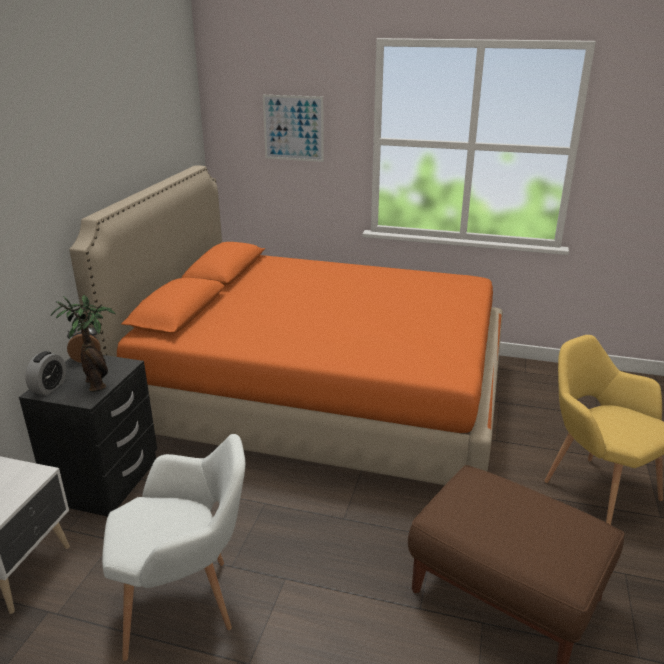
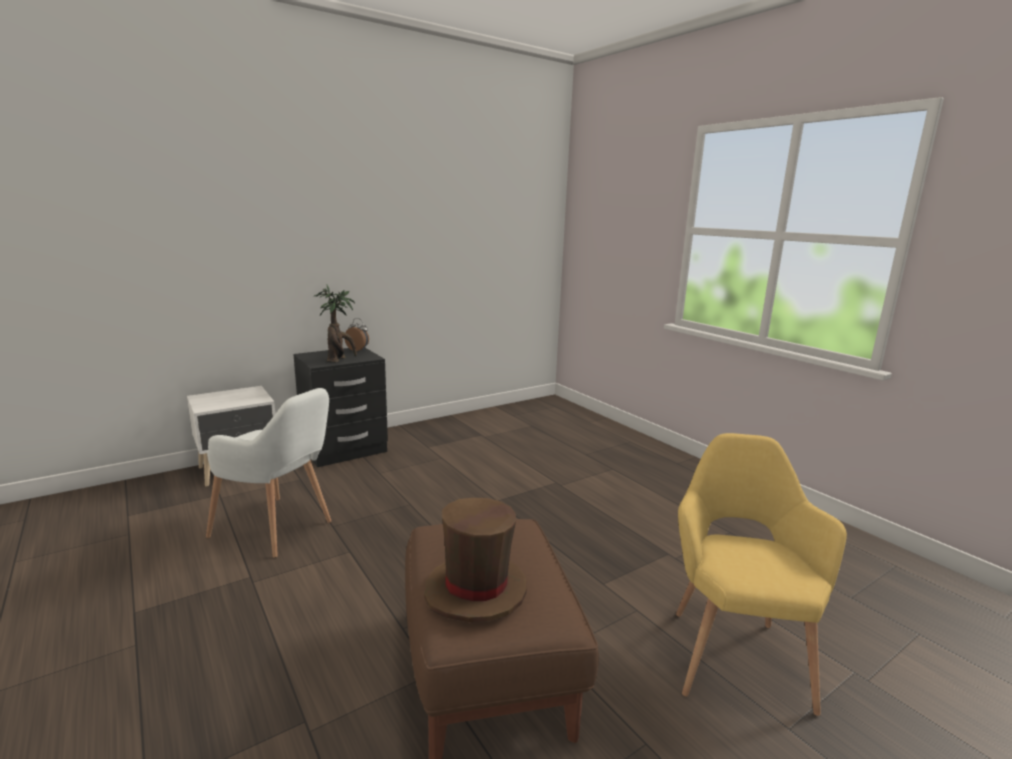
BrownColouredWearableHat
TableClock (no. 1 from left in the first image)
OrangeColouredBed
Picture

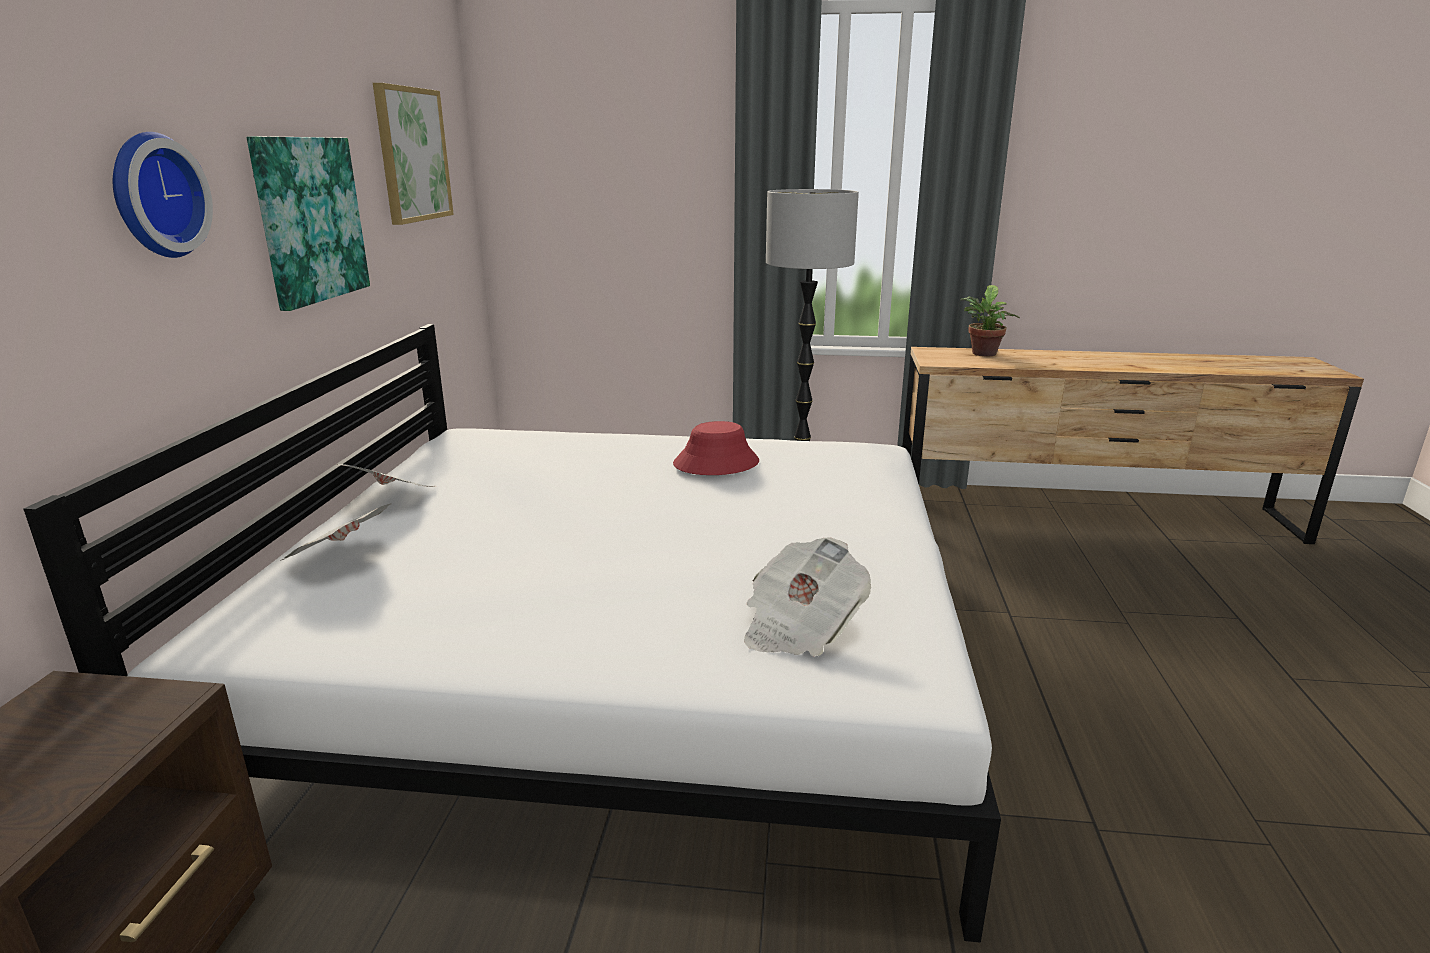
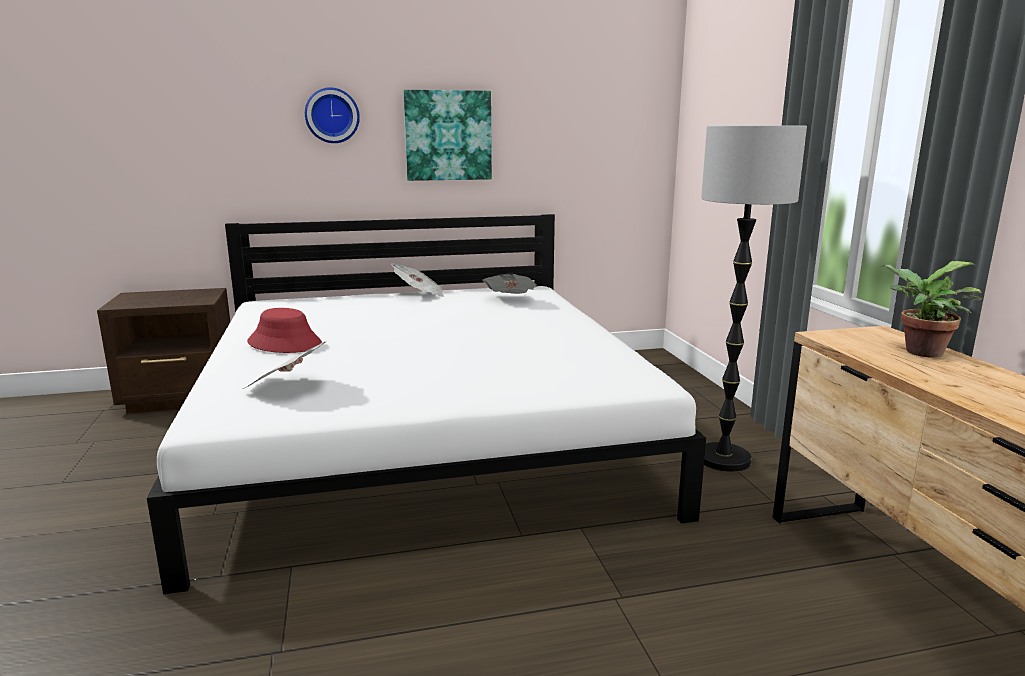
RedColouredWearableHat
Newspaper (no. 3 from left)
Picture (no. 2 from left in the first image)

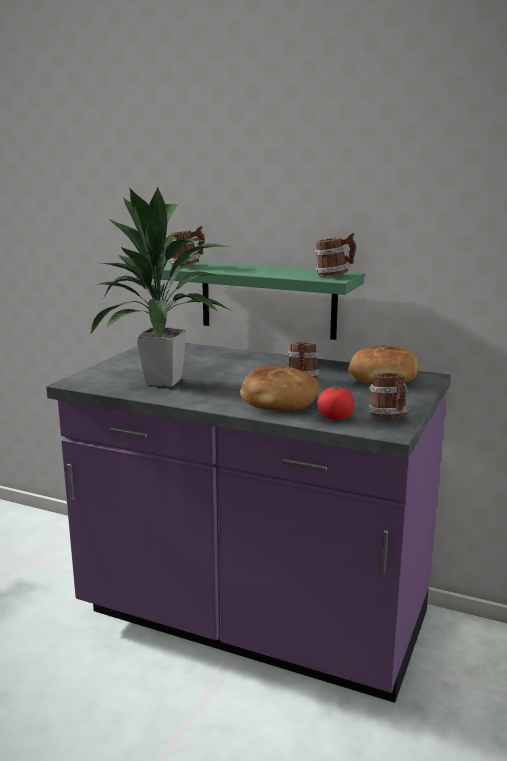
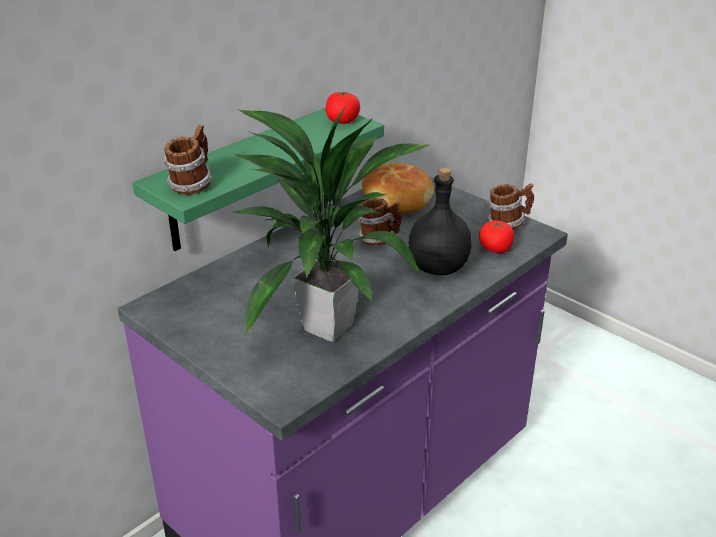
Tomato (no. 1 from left)
BlackBottle

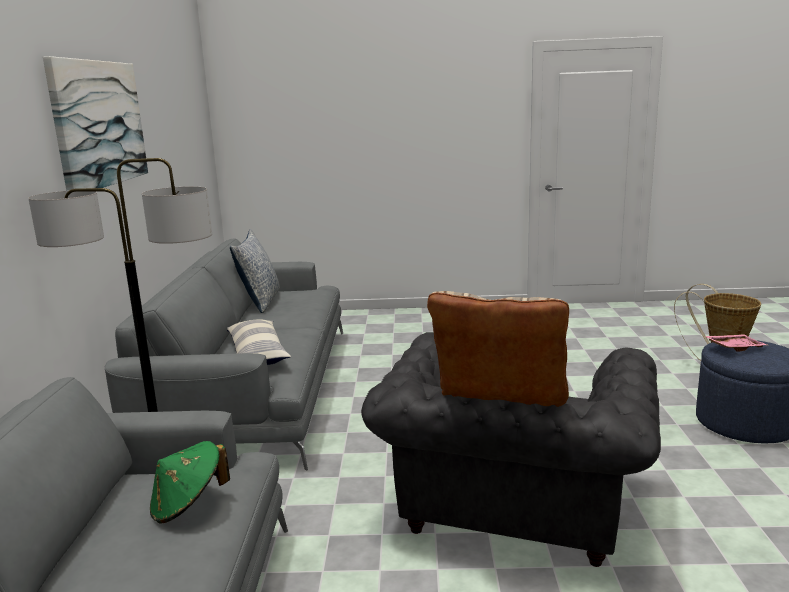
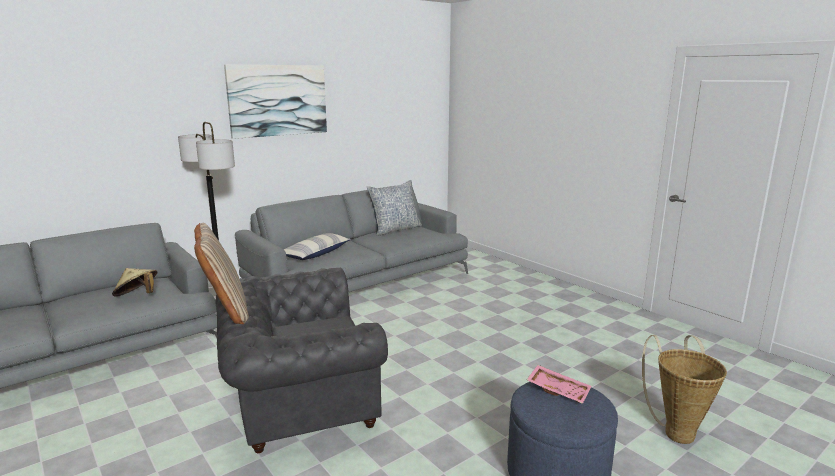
SandColouredWearableHat

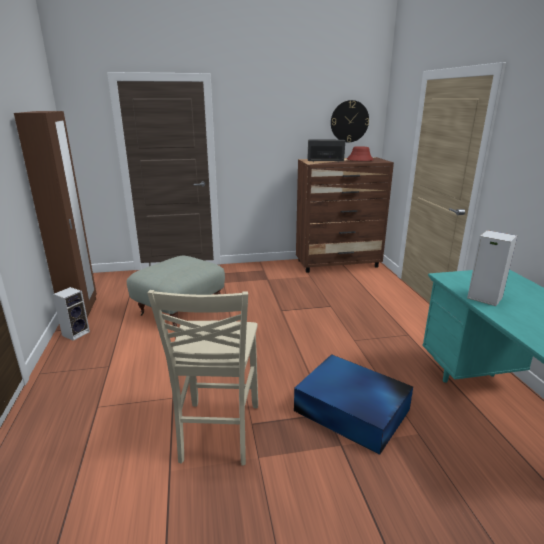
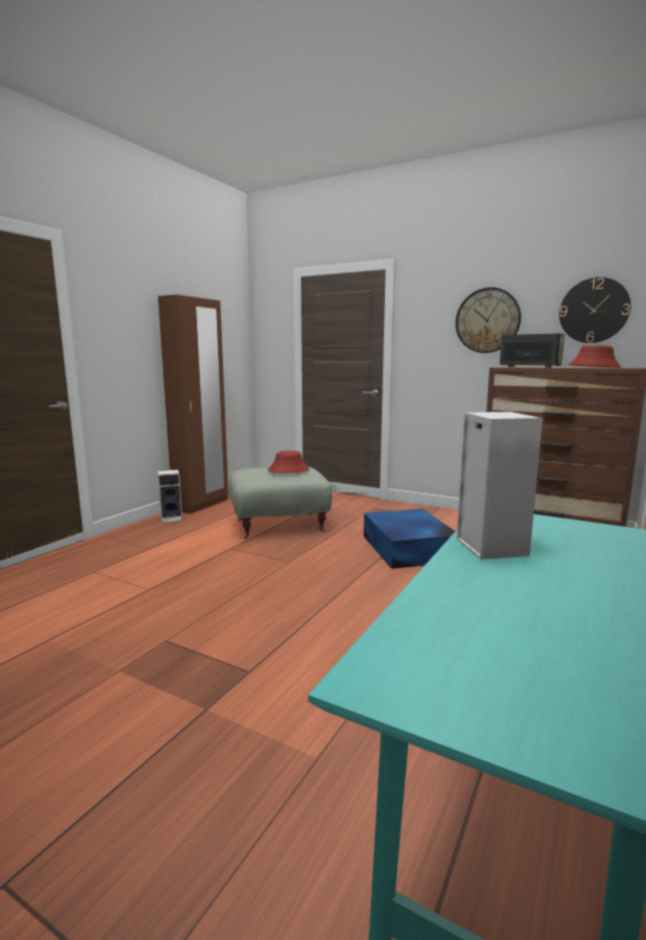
RedColouredWearableHat (no. 1 from left)
BlueColouredStorageBin
WallClock (no. 1 from left)
SandColouredChair

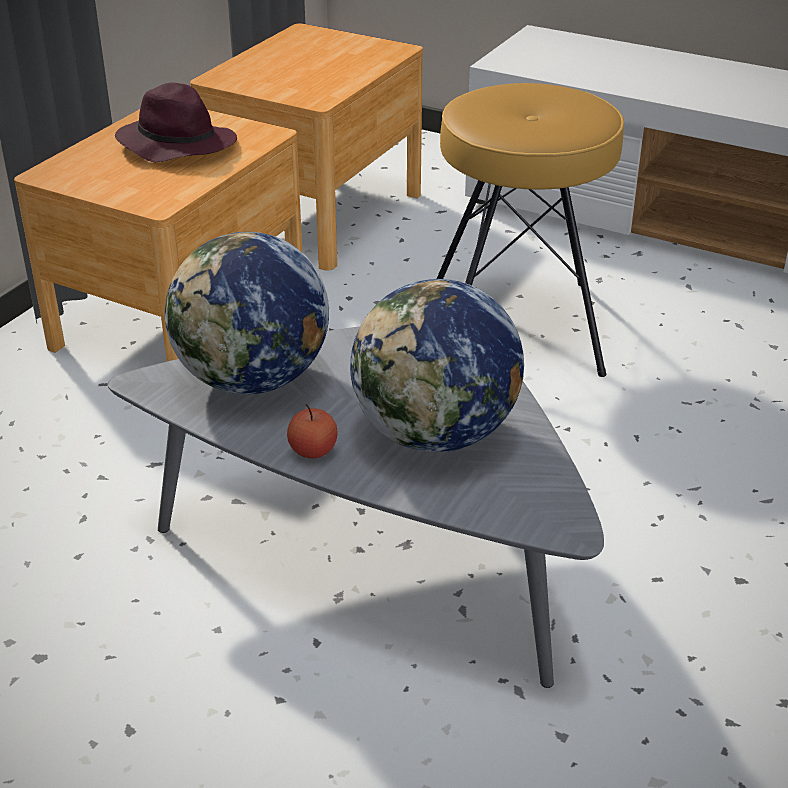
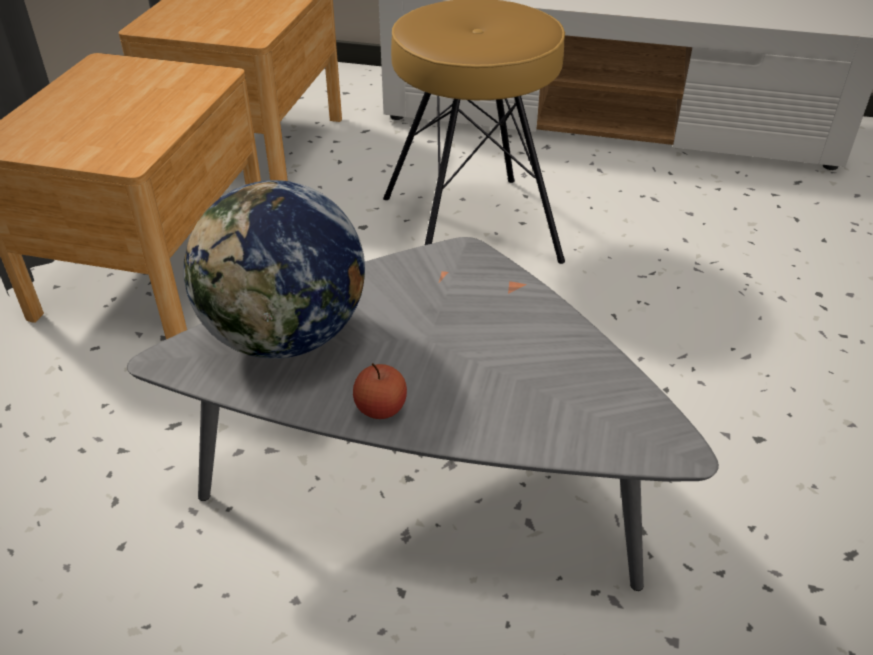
PurpleWearableHat
Globe (no. 2 from left in the first image)

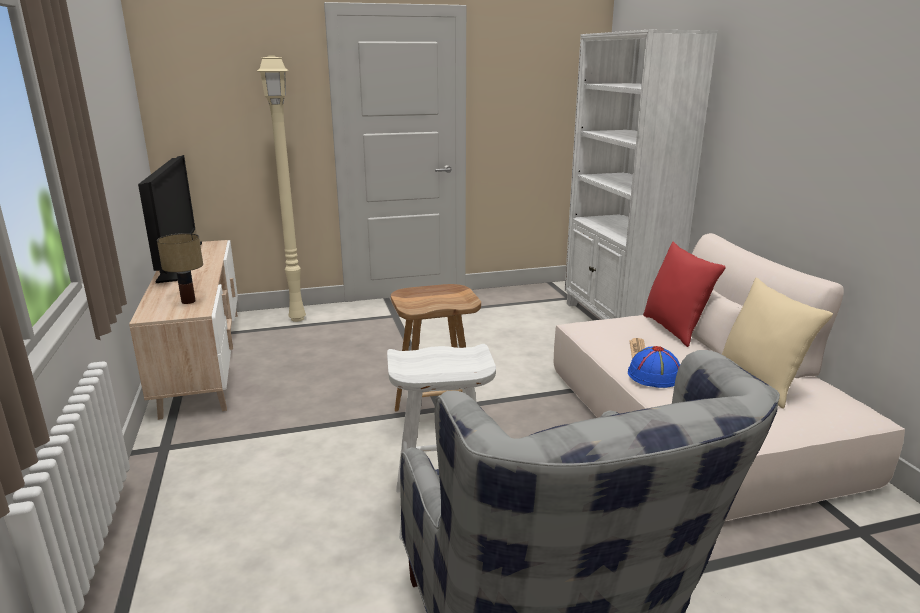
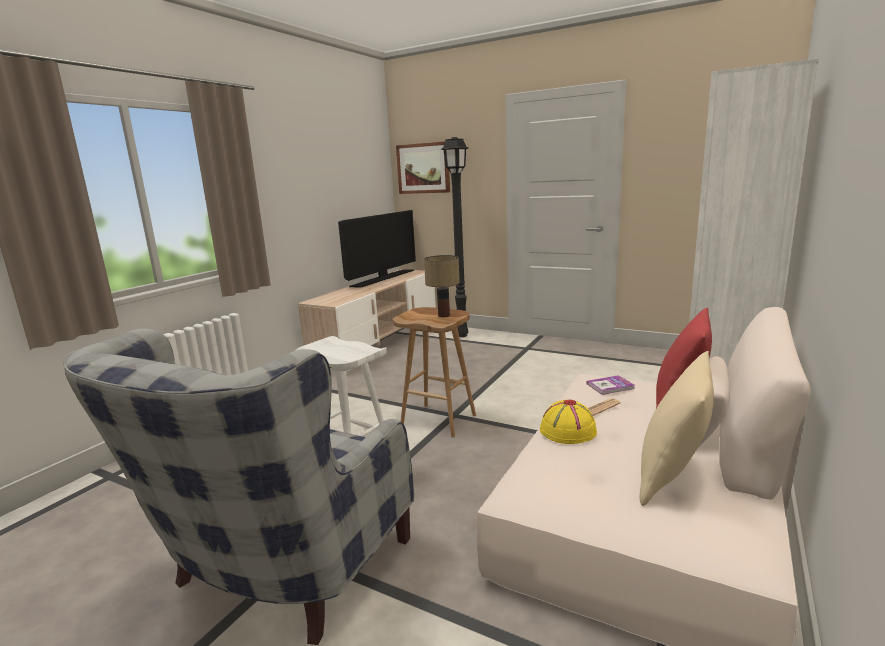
Picture
TabletopLamp
BlackStandardLamp
YellowWearableHat
Book

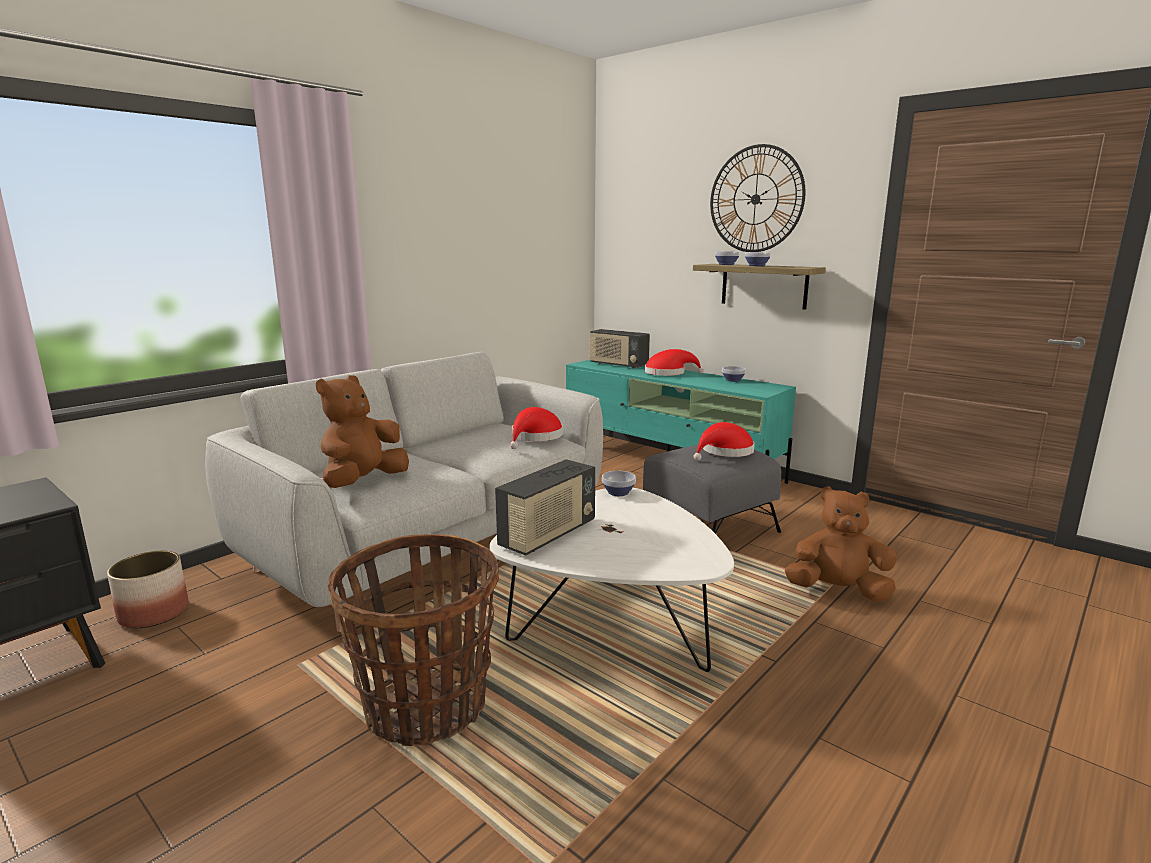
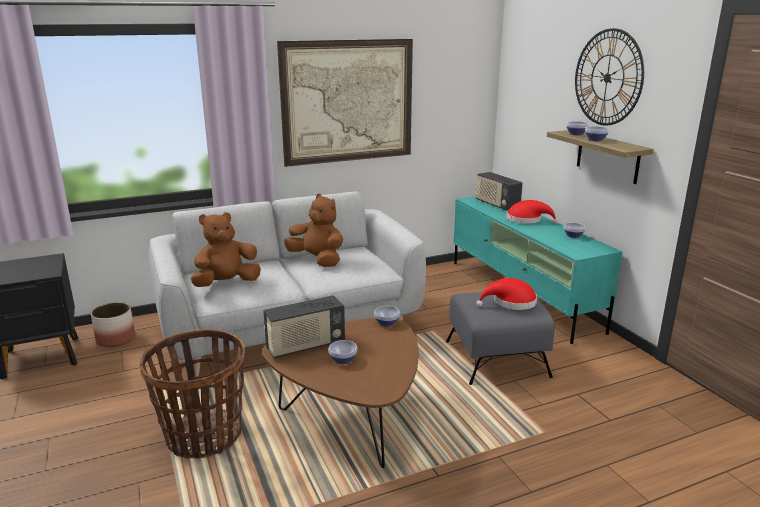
BrownColouredLoungeTable
Picture
BrownColouredSoftToy (no. 2 from left)
DeepDish (no. 1 from left)
RedColouredWearableHat (no. 1 from left in the first image)

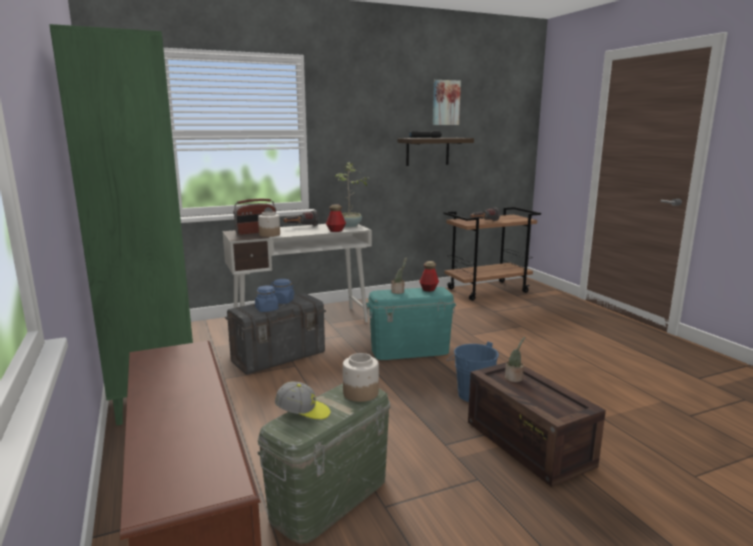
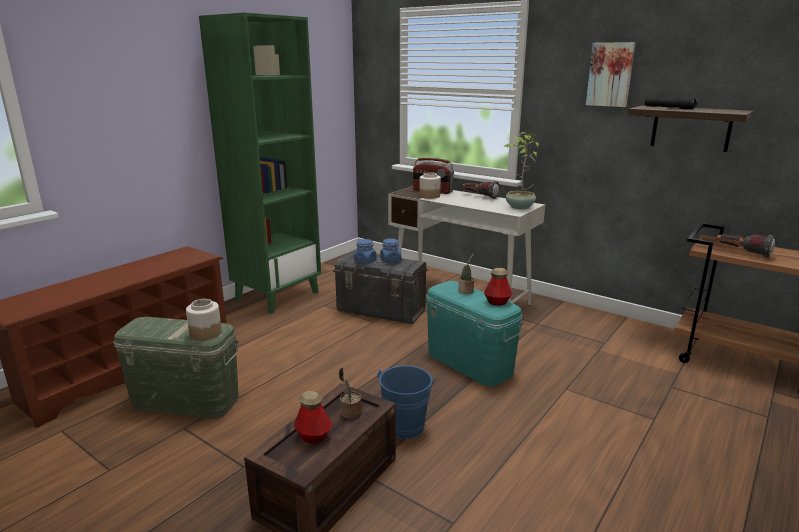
Bottle (no. 1 from left)
Picture
PeakedCap

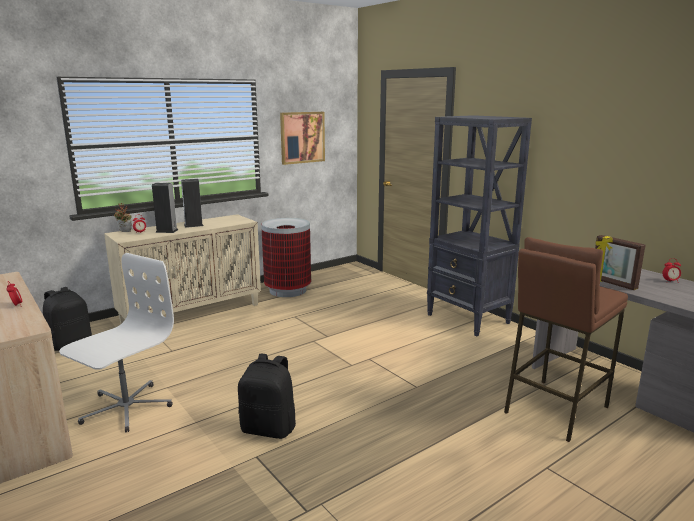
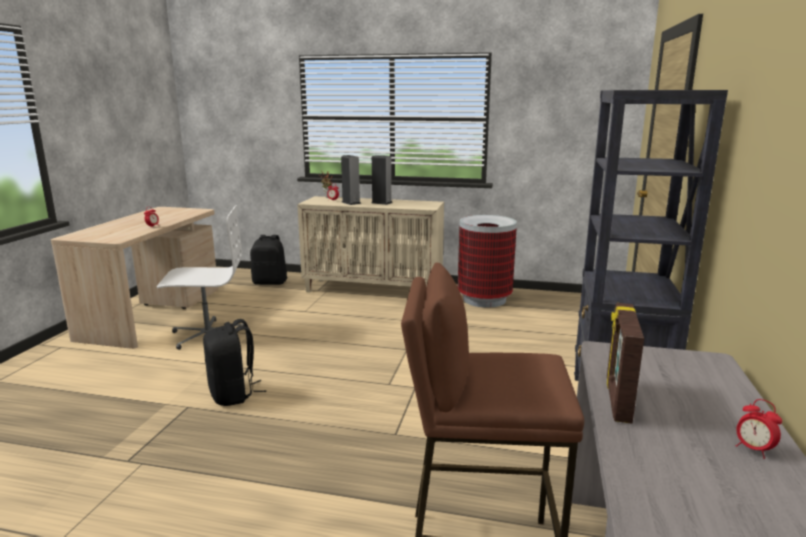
Picture

